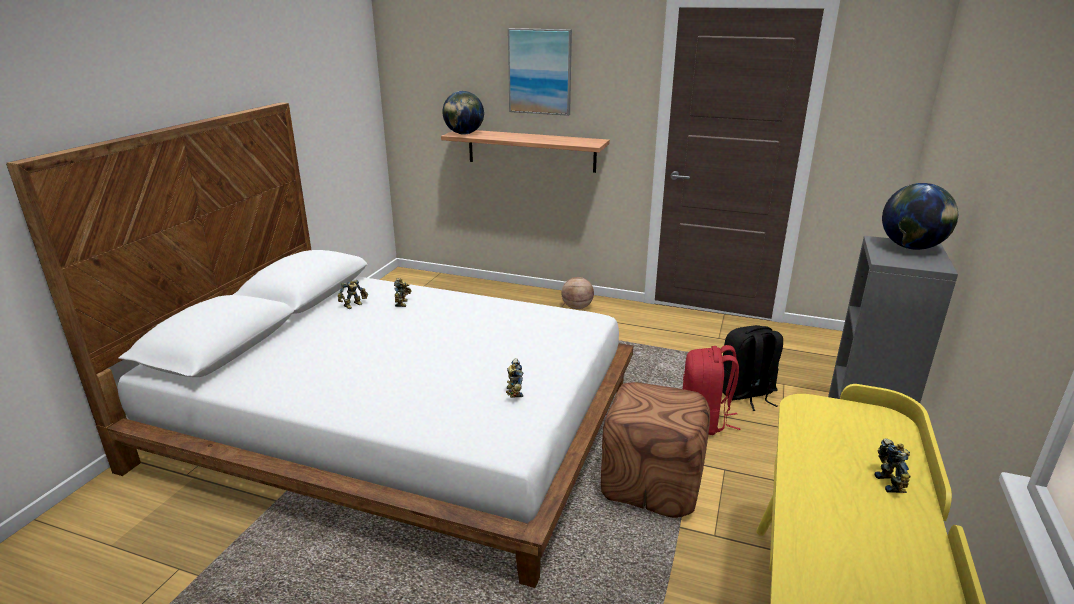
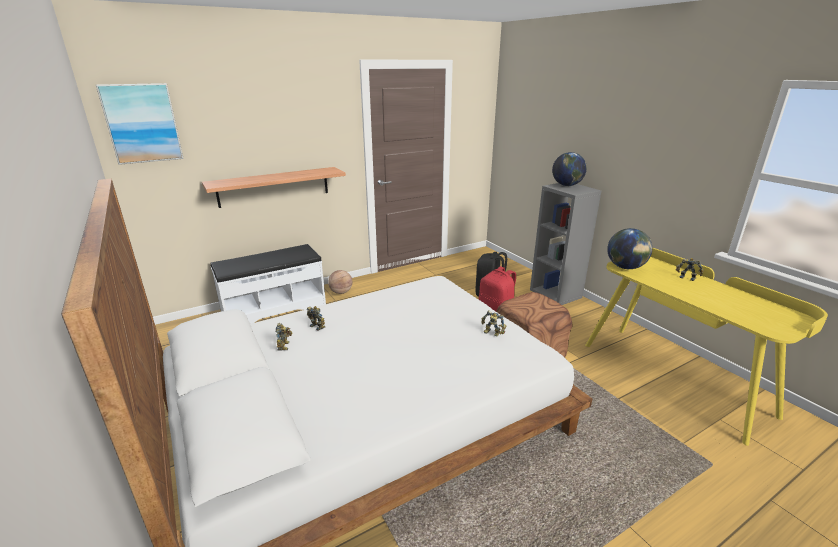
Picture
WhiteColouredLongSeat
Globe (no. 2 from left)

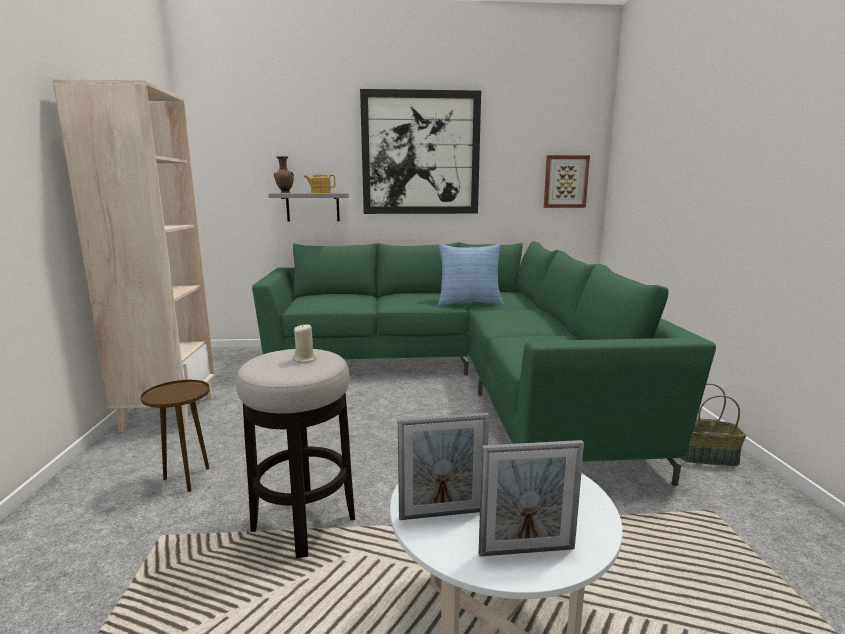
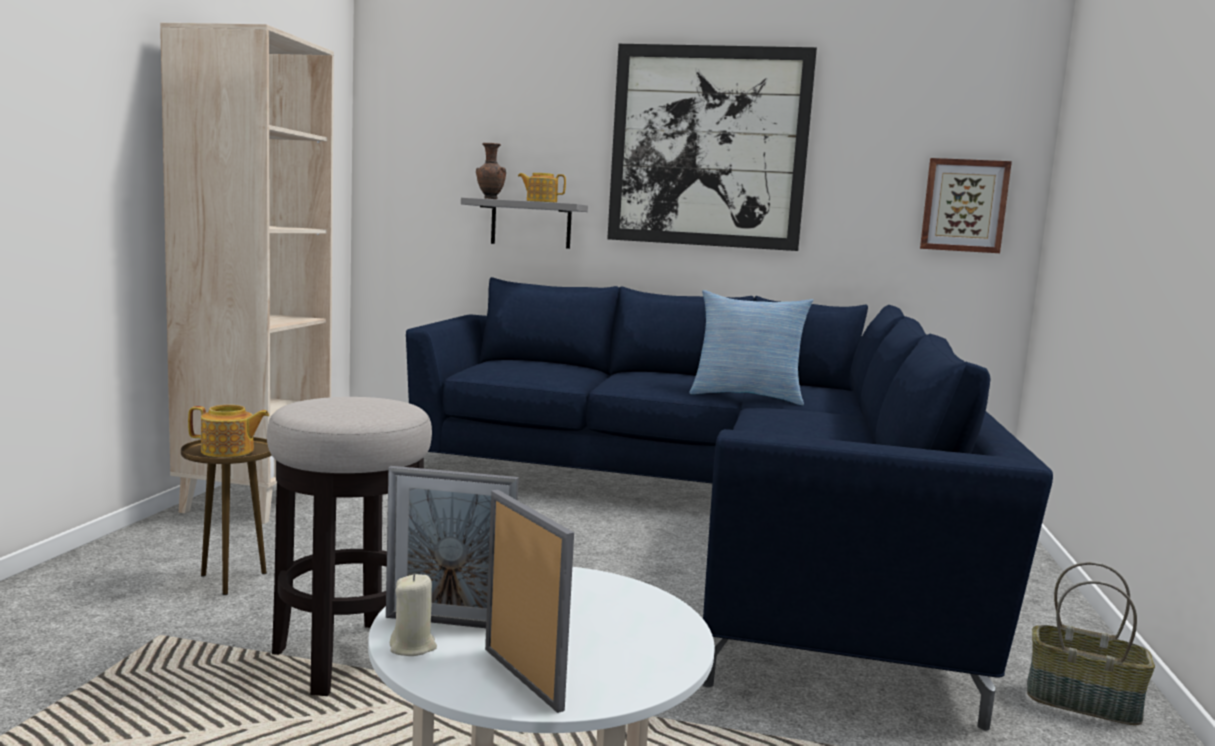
PotForTea (no. 1 from left)
SandColouredWaxLight
BlueColouredCouch
StandingFrame (no. 2 from left)

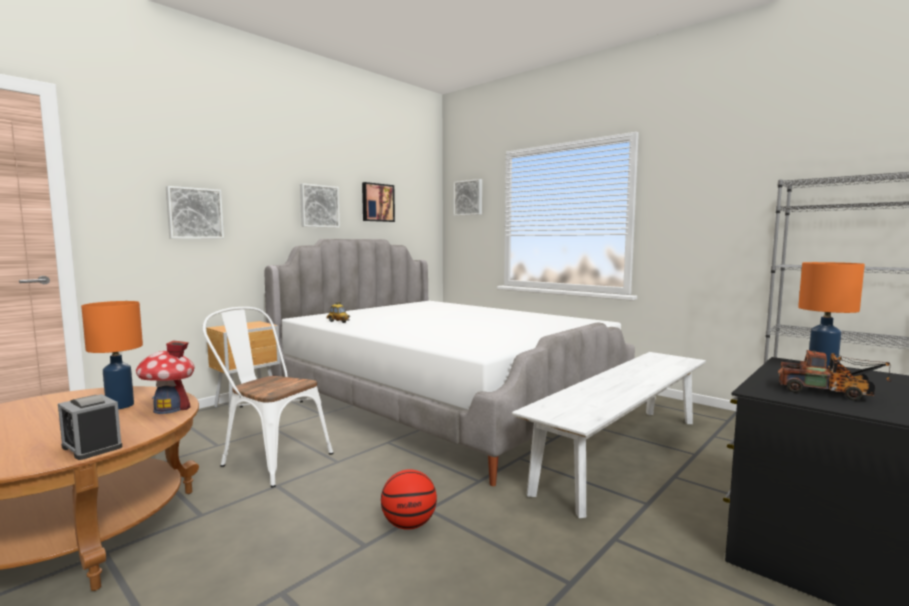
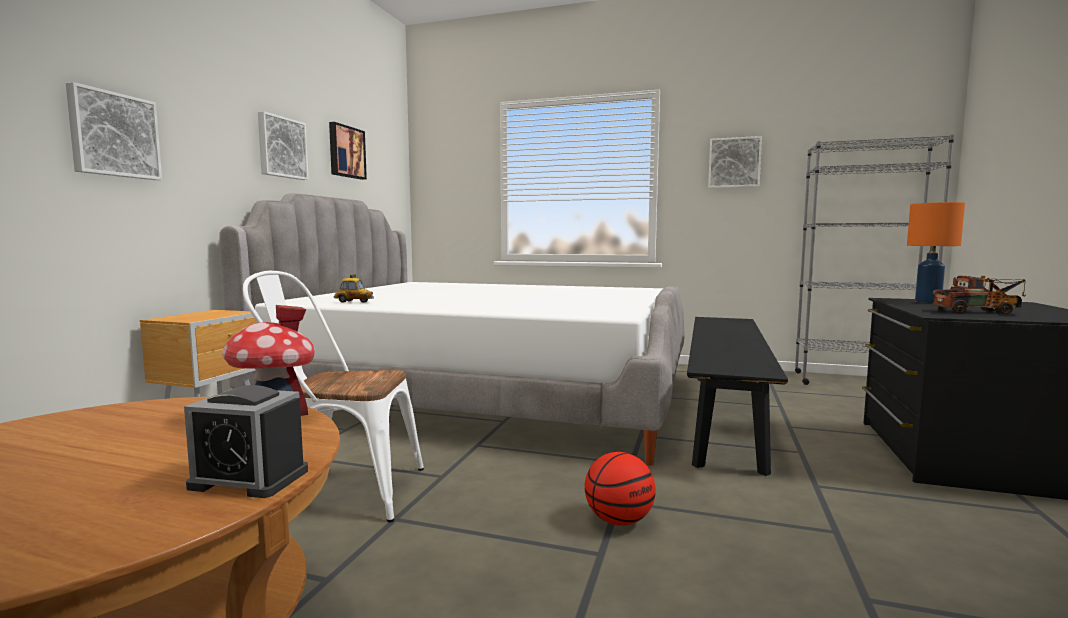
BlackLongSeat
Picture (no. 4 from left)
OrangeColouredTabletopLamp (no. 1 from left in the first image)

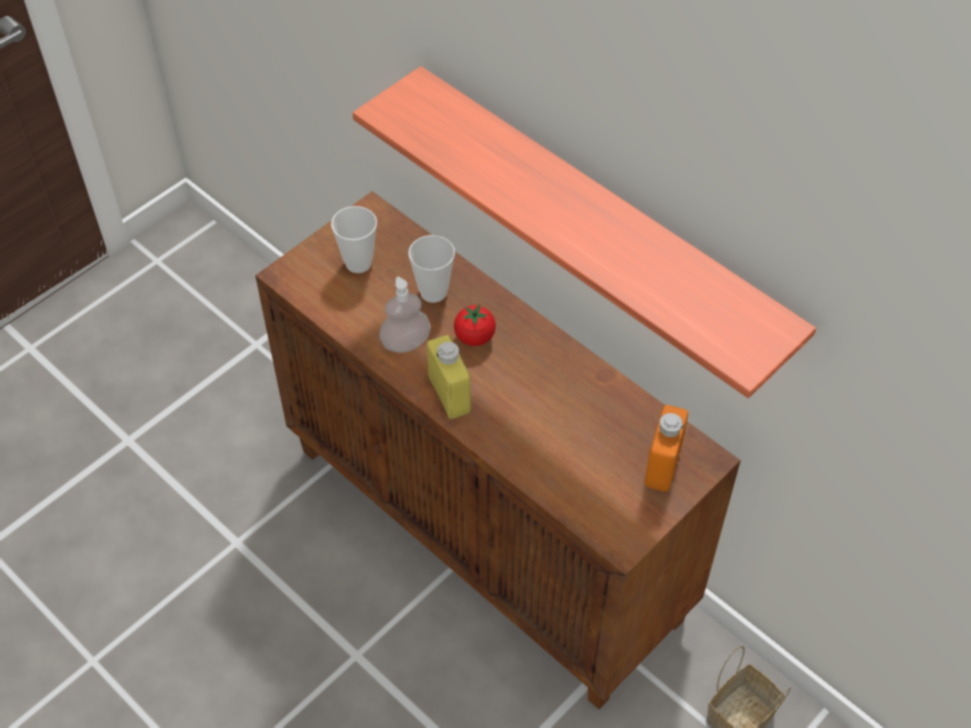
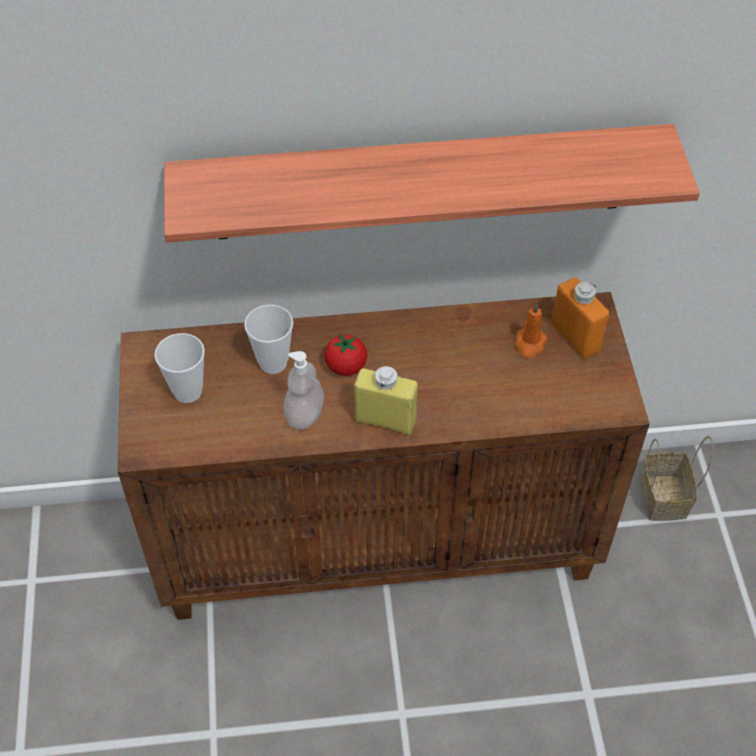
OrangeColouredWaxLight

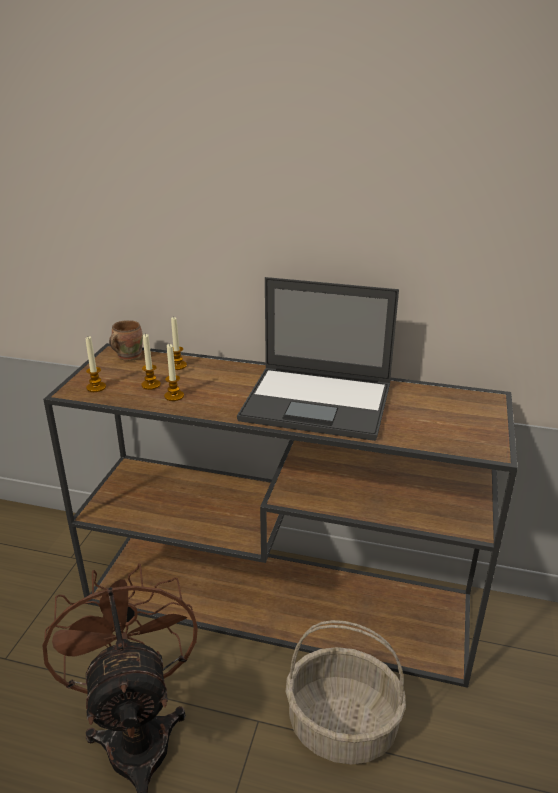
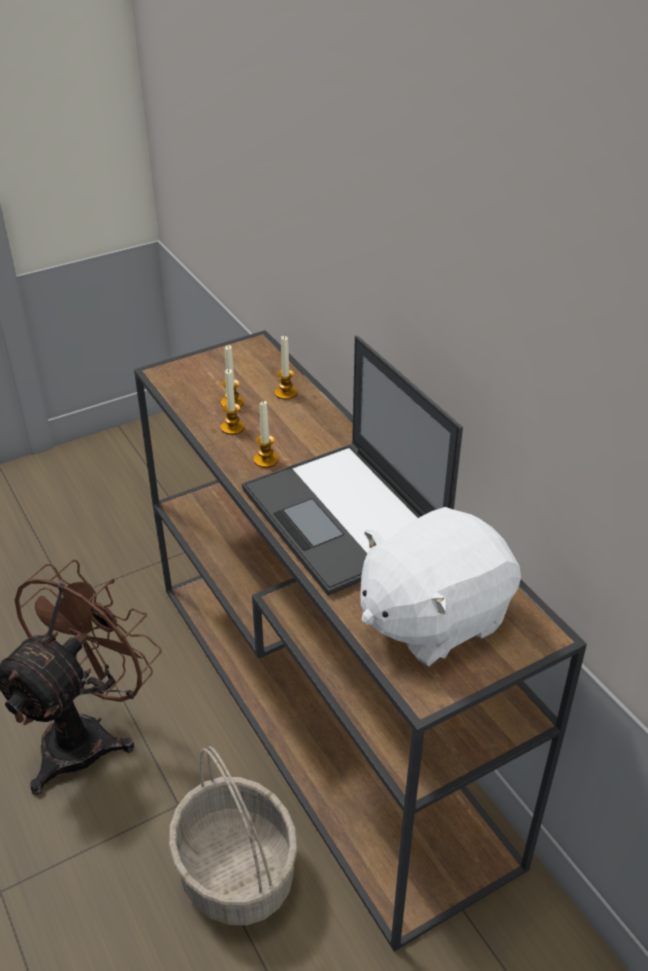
WaxLight (no. 3 from left)
WhiteColouredSoftToy
BrownColouredCoffeeMug

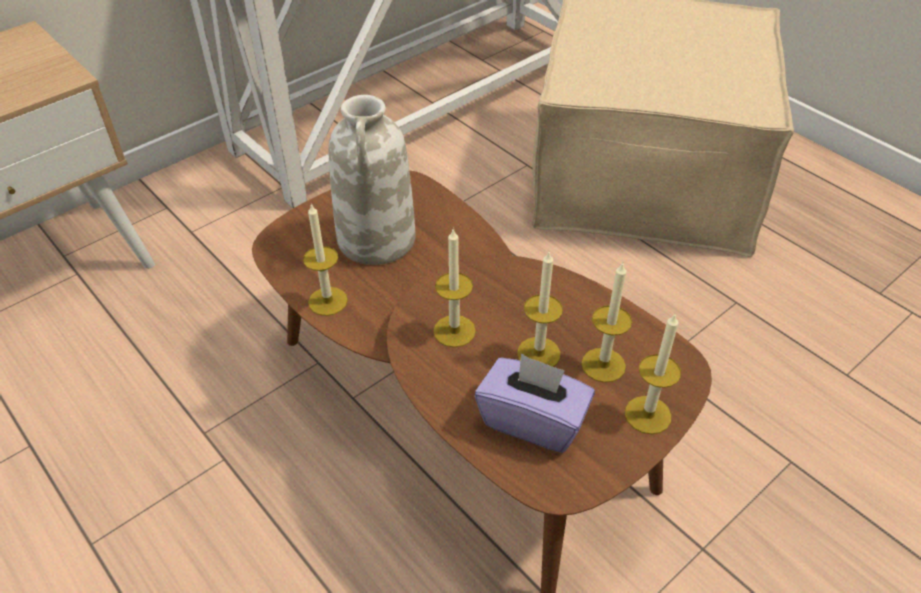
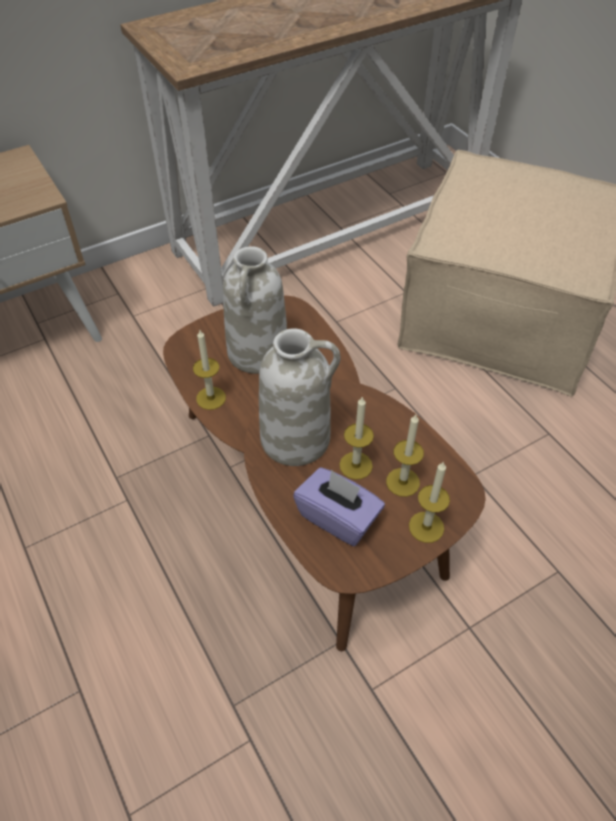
WhiteColouredFlowerVase (no. 2 from left)

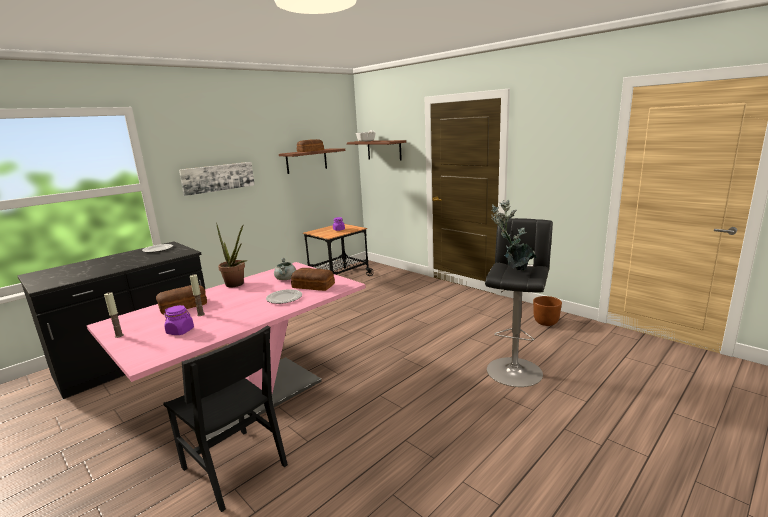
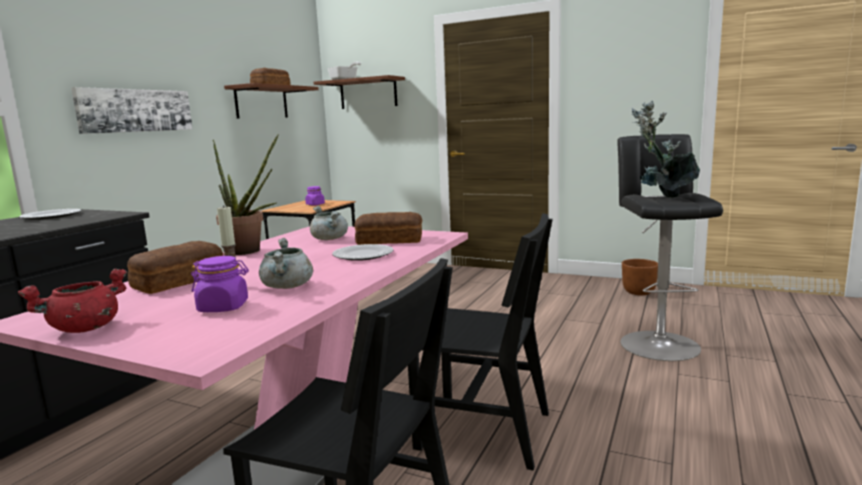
RedColouredSaucepot
GreySaucepot (no. 1 from left)
BlackChair (no. 2 from left)

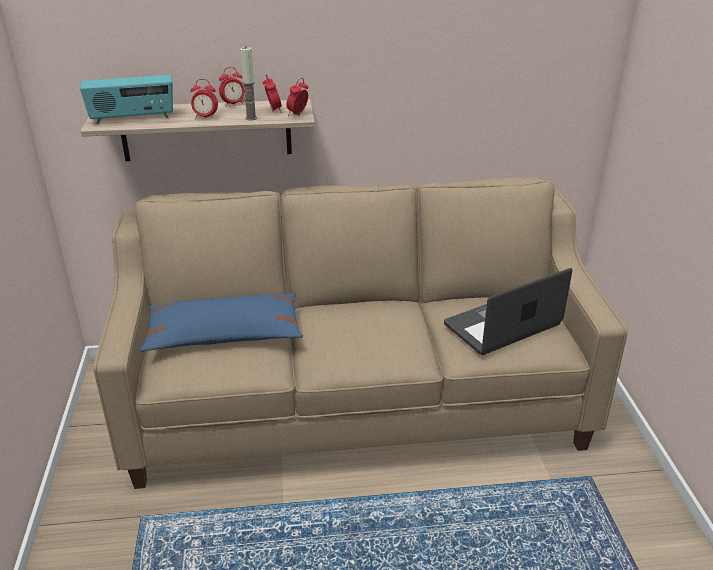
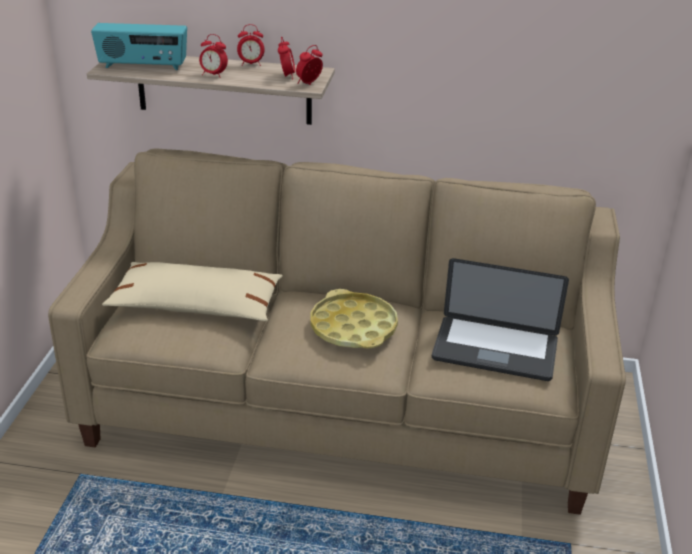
SandColouredCushion
YellowCarryingTray
NotebookComputer
WaxLight

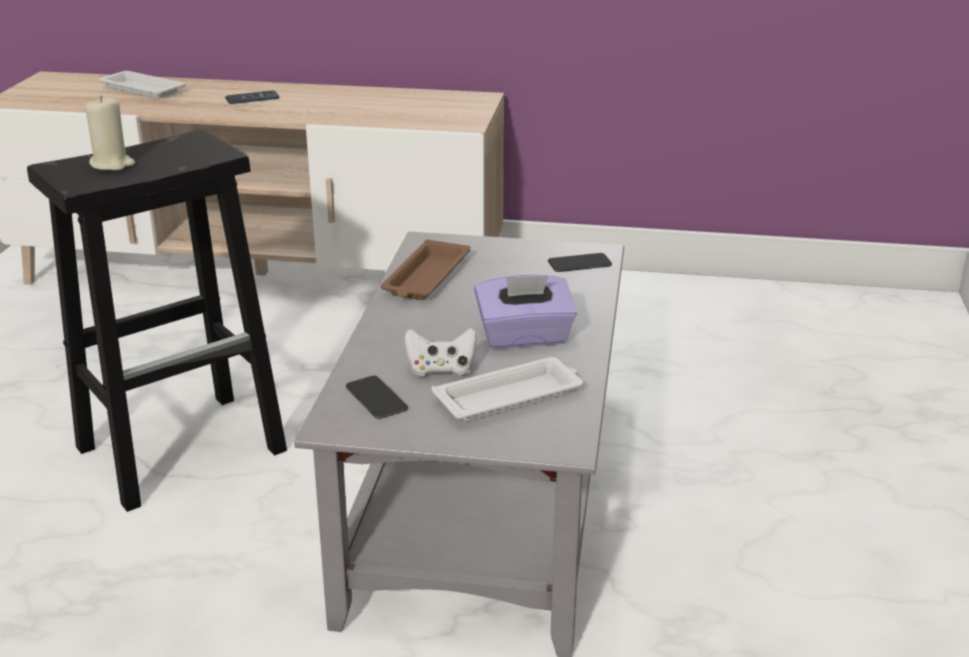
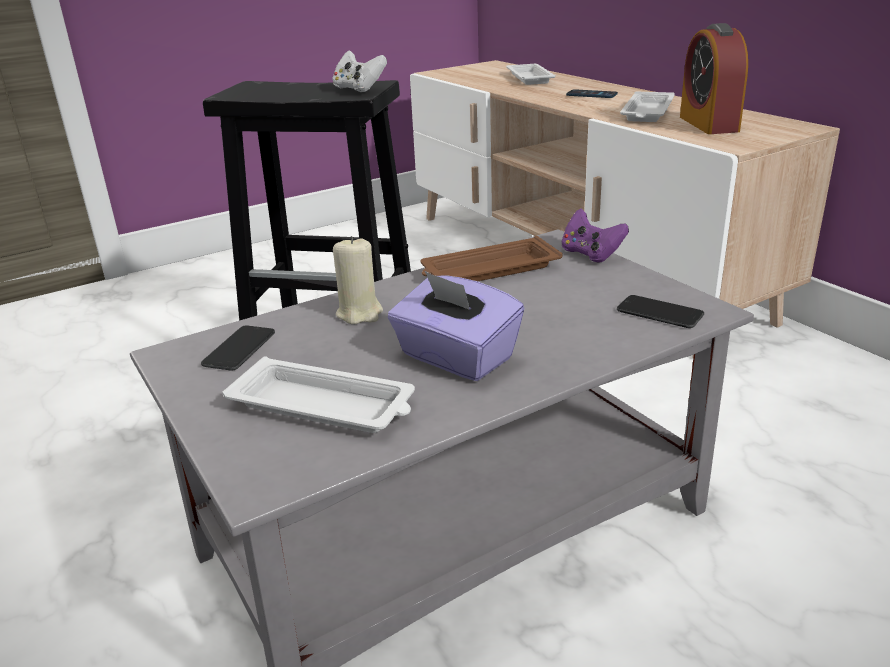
WhiteColouredGameController
SandColouredWaxLight
PurpleGameController
WhiteColouredCarryingTray (no. 3 from left)
TableClock

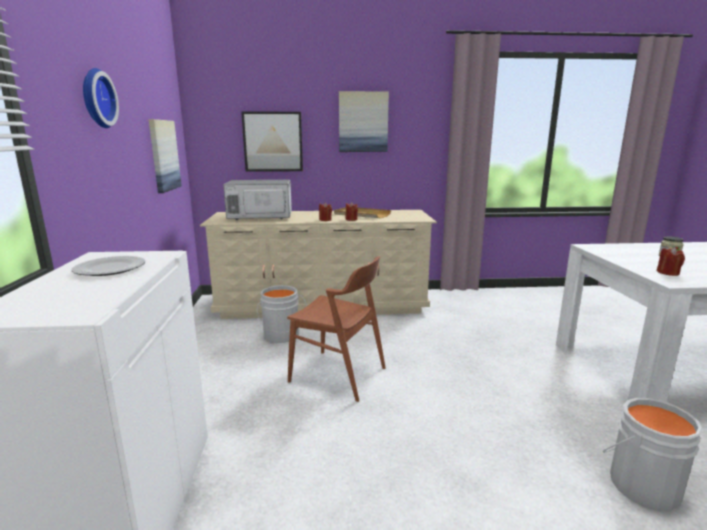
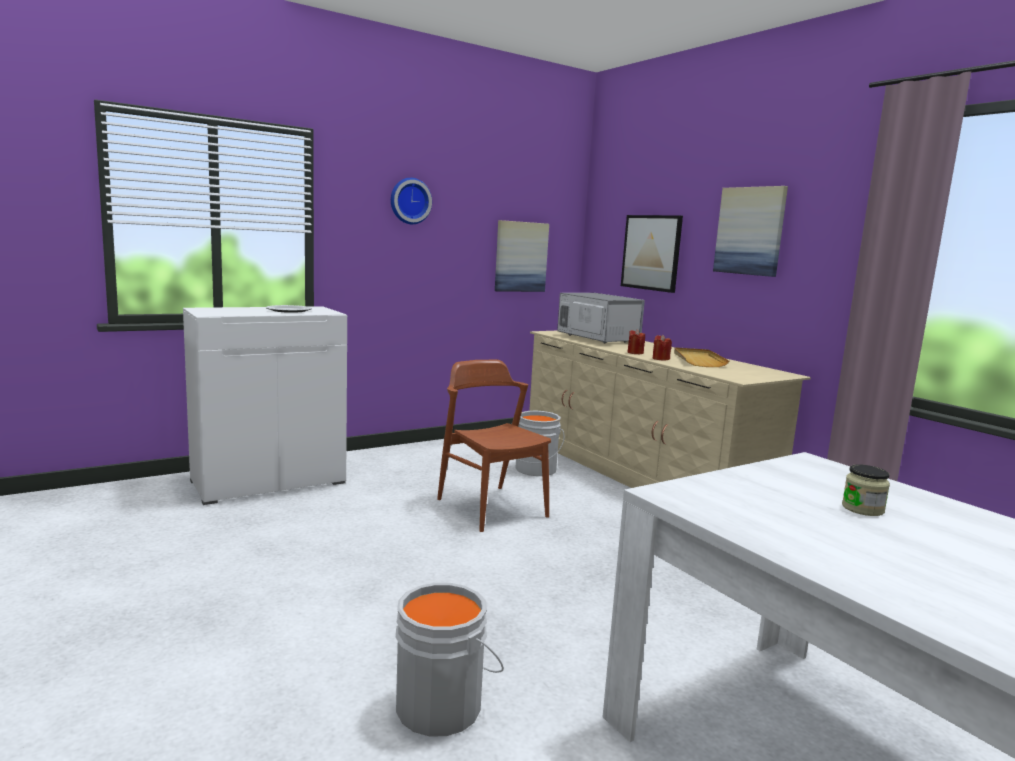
BrownColouredChair
RedColouredWaxLight (no. 3 from left in the first image)

